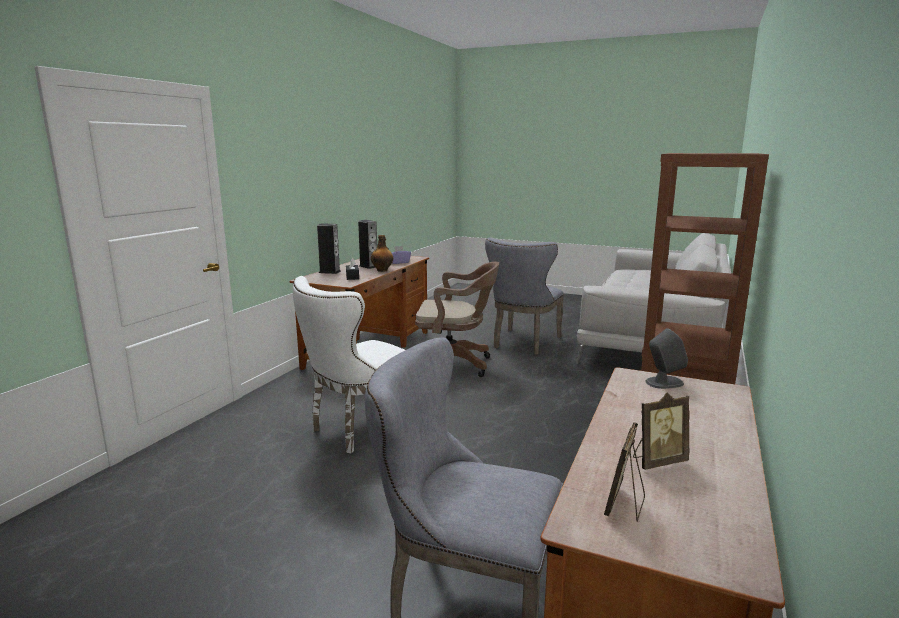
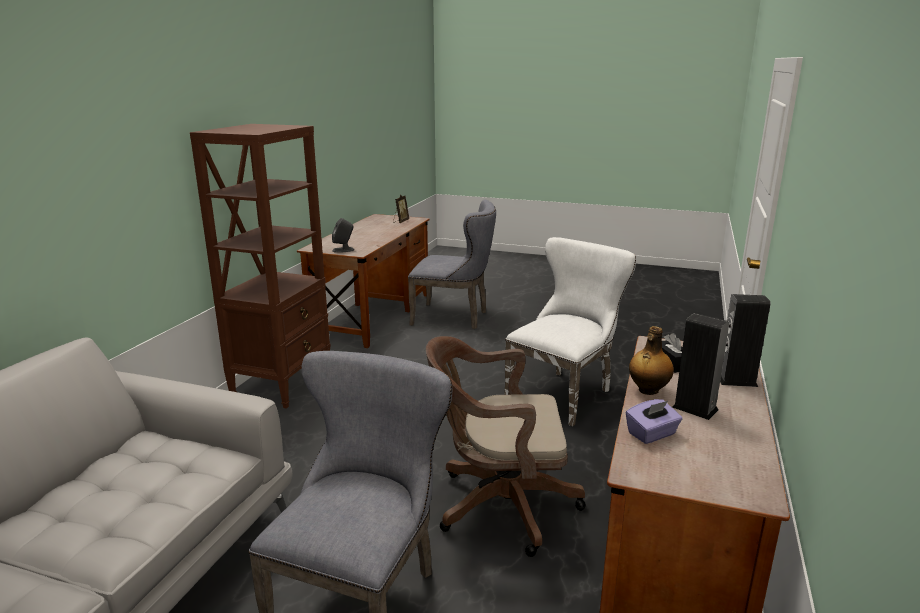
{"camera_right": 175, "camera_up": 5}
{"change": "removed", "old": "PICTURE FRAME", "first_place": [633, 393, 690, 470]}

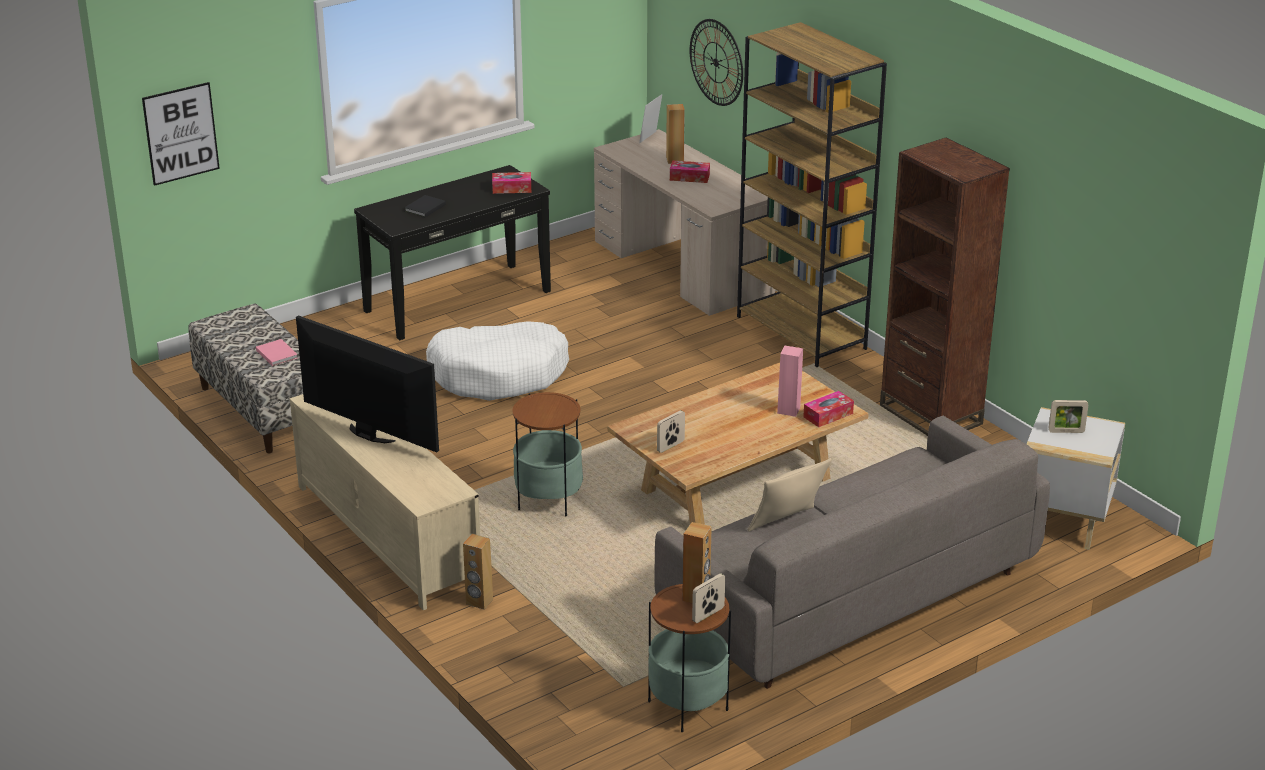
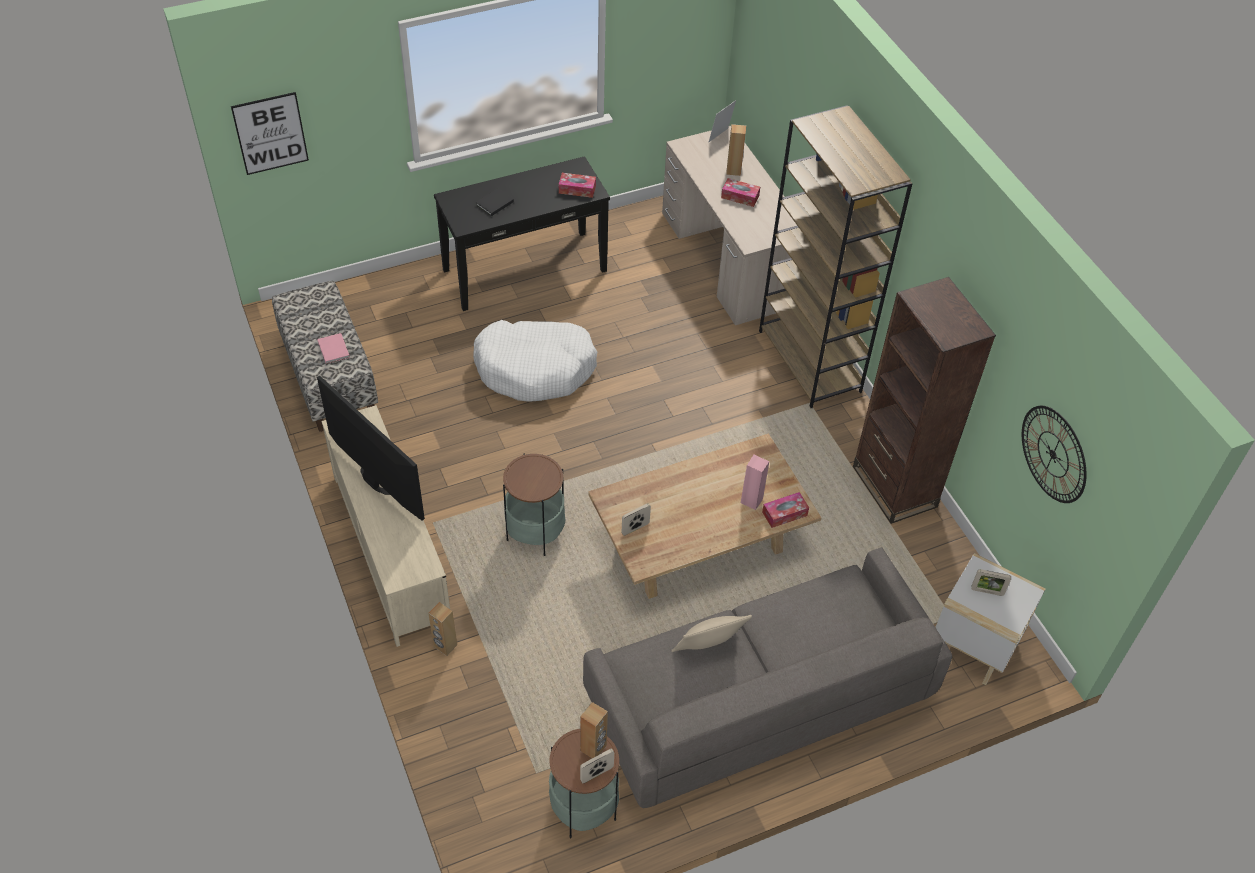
{"camera_right": 10, "camera_up": 20}
{"change": "moved", "old": "WALL CLOCK", "first_place": [690, 19, 743, 106], "second_place": [1022, 406, 1087, 503]}

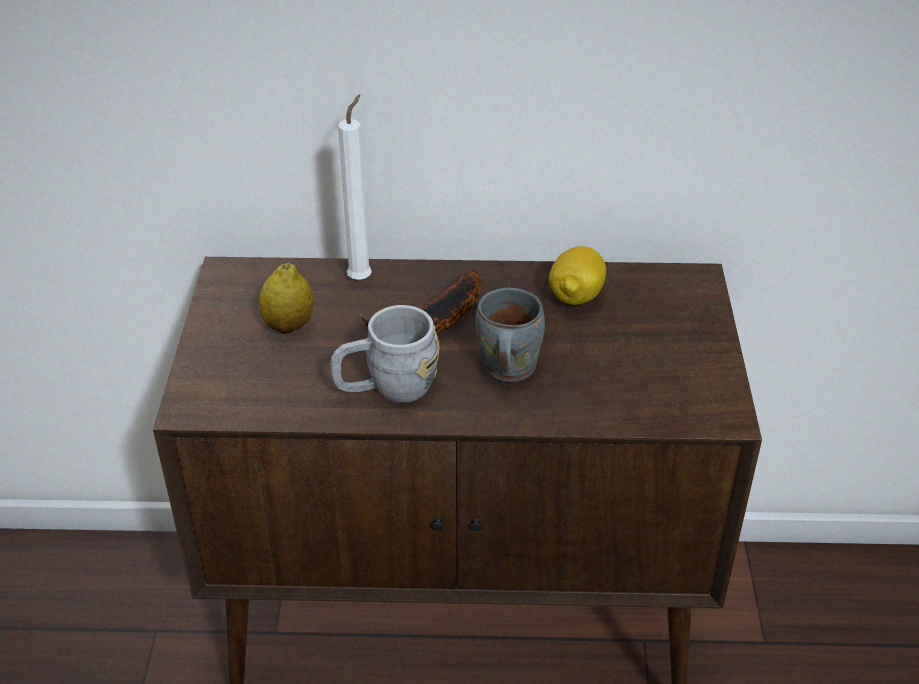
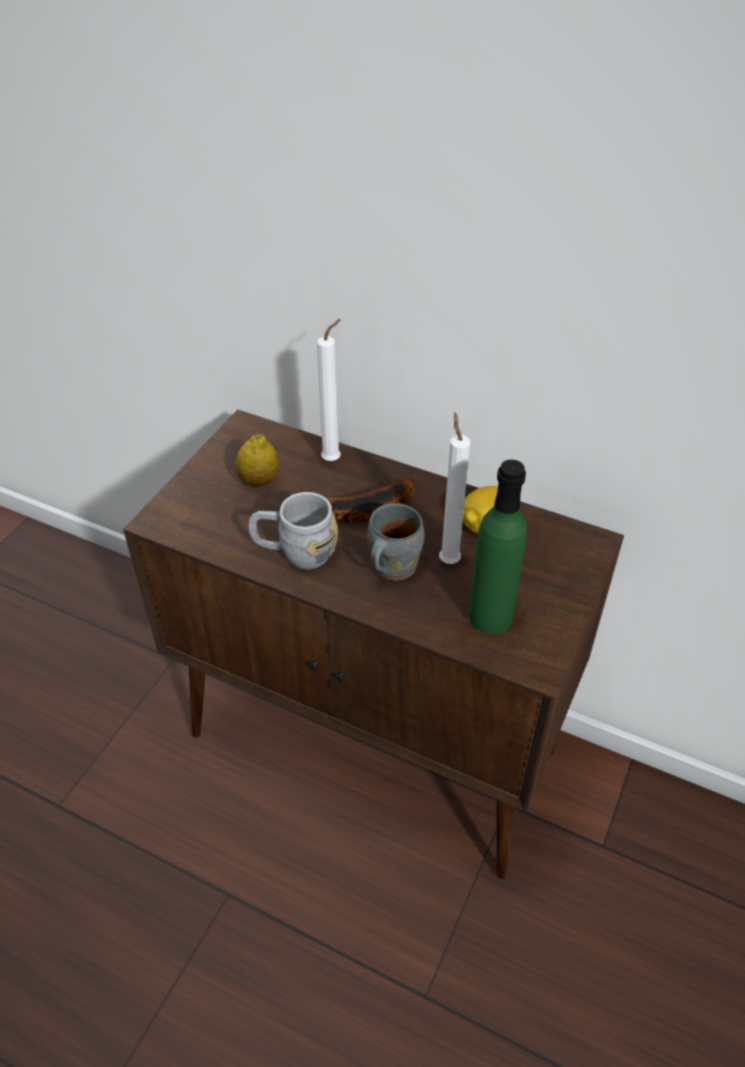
{"camera_right": 25, "camera_up": 5}
{"change": "added", "new": "WHITE CANDLE", "second_place": [439, 412, 470, 564]}
{"change": "added", "new": "GREEN BOTTLE", "second_place": [468, 460, 527, 634]}

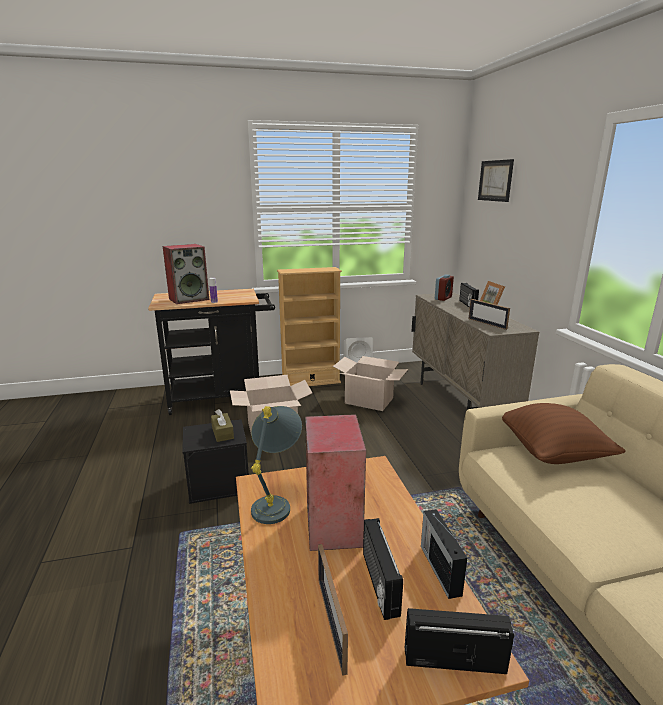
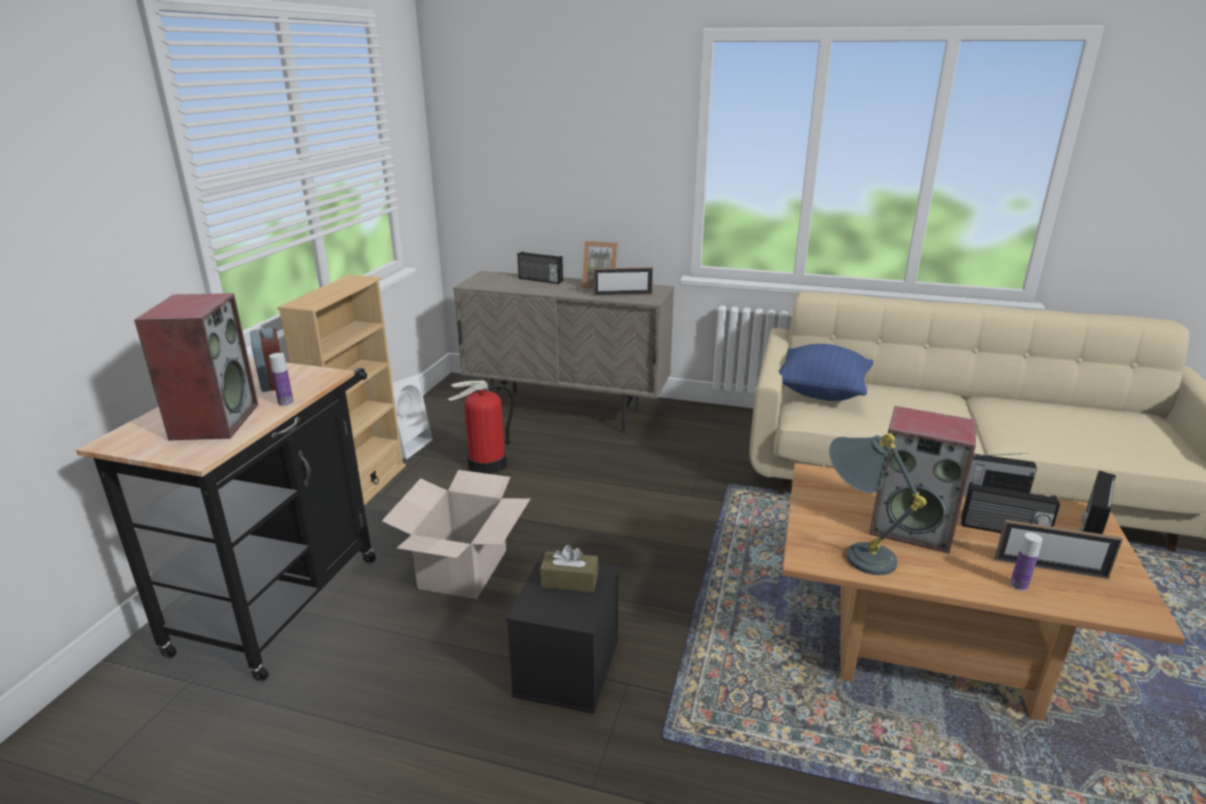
{"camera_right": -60, "camera_up": 5}
{"change": "removed", "old": "PICTURE", "first_place": [478, 159, 514, 202]}
{"change": "moved", "old": "ALARM CLOCK", "first_place": [435, 274, 454, 301], "second_place": [250, 328, 280, 392]}
{"change": "replaced", "old": "CARDBOARD BOX", "new": "FIRE EXTINGUISHER", "first_place": [333, 356, 408, 411], "second_place": [448, 380, 514, 474]}
{"change": "recoloured", "old": "BROWN PILLOW", "new": "BLUE PILLOW", "first_place": [502, 403, 626, 464], "second_place": [779, 344, 874, 401]}
{"change": "added", "new": "BOTTLE", "second_place": [1010, 533, 1043, 591]}

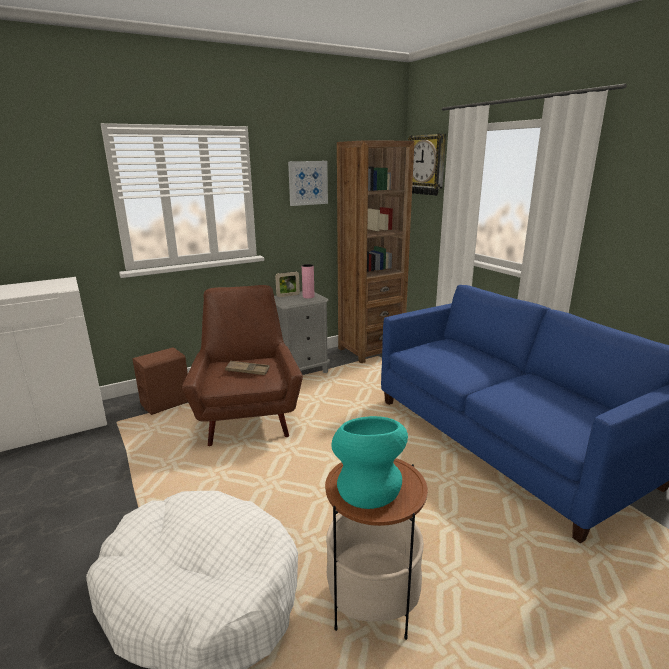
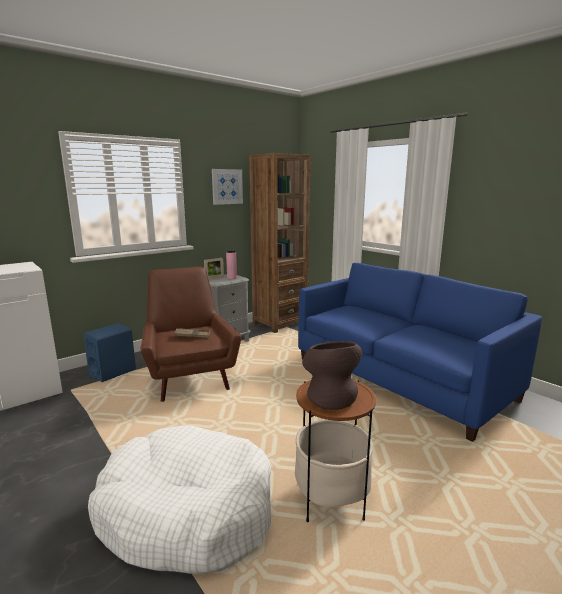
{"camera_right": -10, "camera_up": -5}
{"change": "removed", "old": "WALL CLOCK", "first_place": [408, 134, 446, 196]}
{"change": "recoloured", "old": "BROWN SPEAKER", "new": "BLUE SPEAKER", "first_place": [132, 347, 188, 415], "second_place": [83, 323, 136, 382]}
{"change": "recoloured", "old": "TURQUOISE VASE", "new": "BROWN VASE", "first_place": [331, 416, 408, 509], "second_place": [302, 341, 362, 410]}

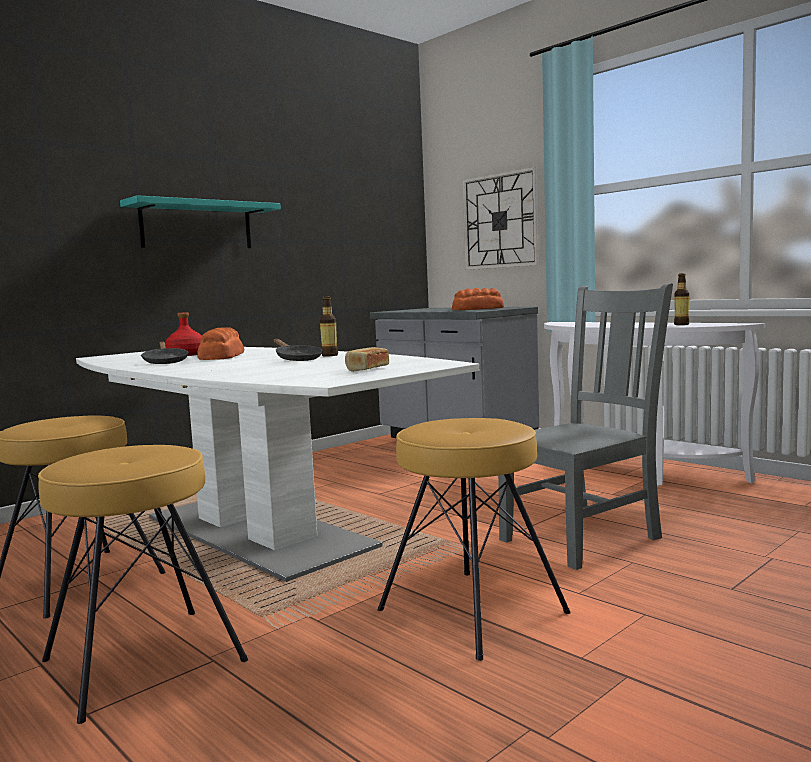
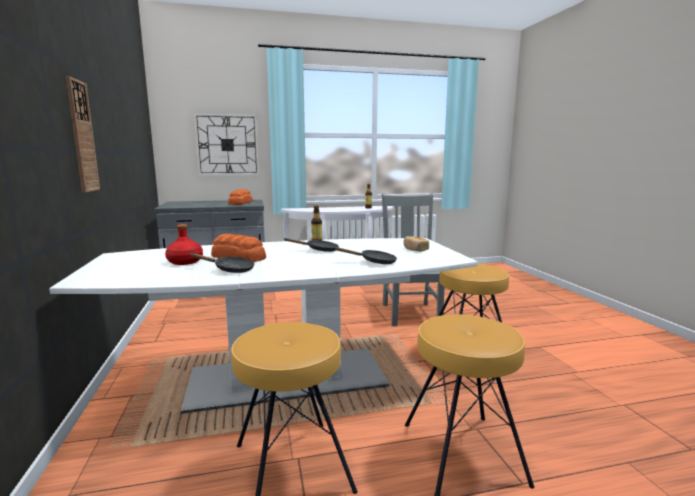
{"camera_right": -60, "camera_up": 5}
{"change": "replaced", "old": "TURQUOISE SHELF", "new": "WALL CLOCK", "first_place": [120, 195, 281, 248], "second_place": [66, 76, 100, 192]}
{"change": "added", "new": "BLACK FRYING PAN", "second_place": [336, 247, 397, 264]}

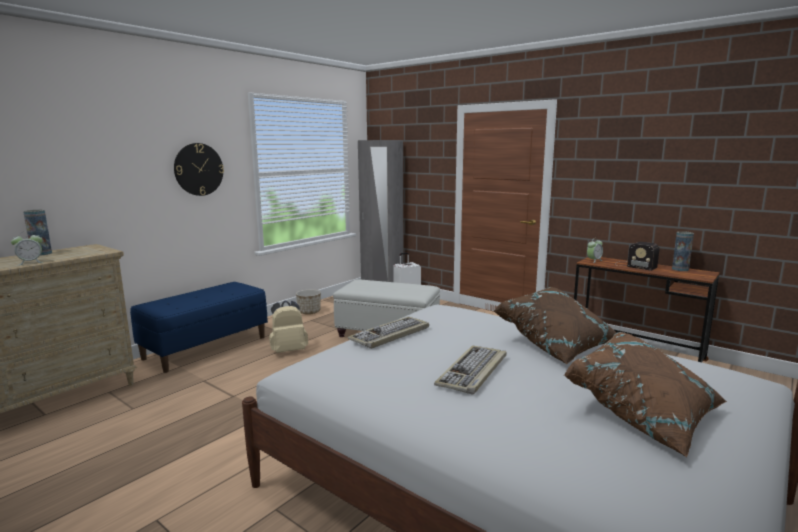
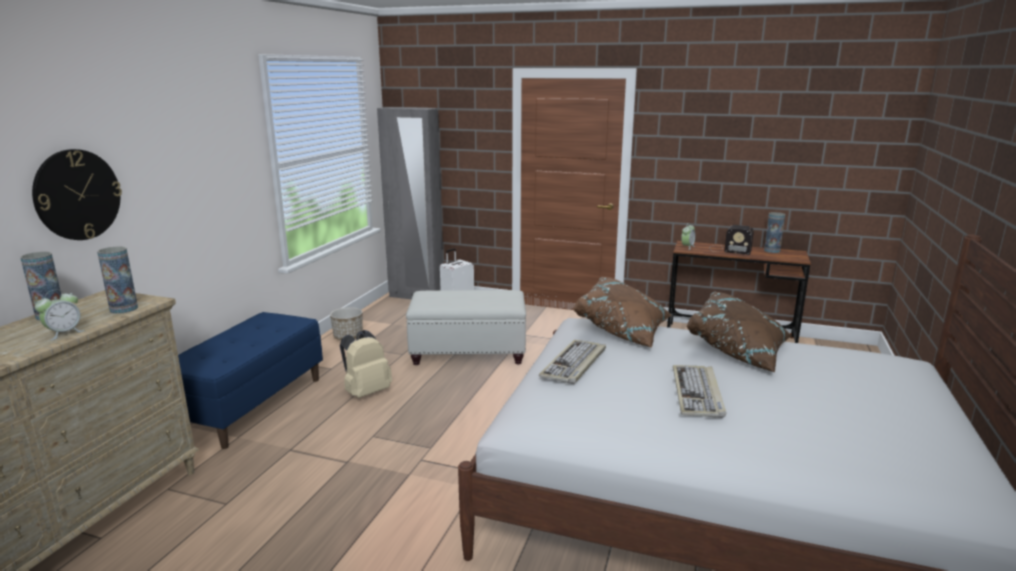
{"camera_right": -20, "camera_up": 5}
{"change": "moved", "old": "WALL CLOCK", "first_place": [174, 143, 224, 196], "second_place": [32, 149, 122, 240]}
{"change": "moved", "old": "BROWN PILLOW", "first_place": [564, 332, 727, 457], "second_place": [573, 277, 672, 348]}
{"change": "added", "new": "VASE", "second_place": [97, 246, 138, 314]}

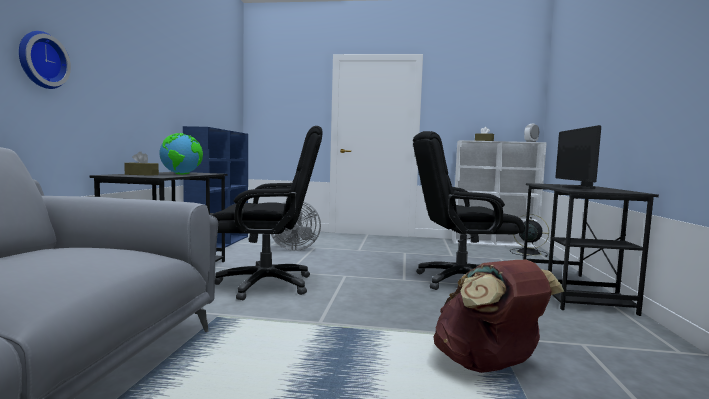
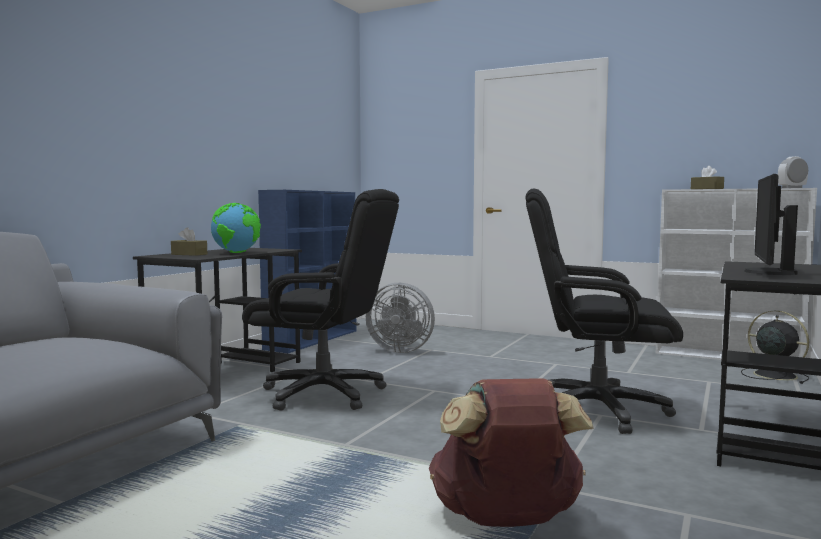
{"camera_right": 20, "camera_up": 0}
{"change": "removed", "old": "WALL CLOCK", "first_place": [19, 31, 71, 89]}

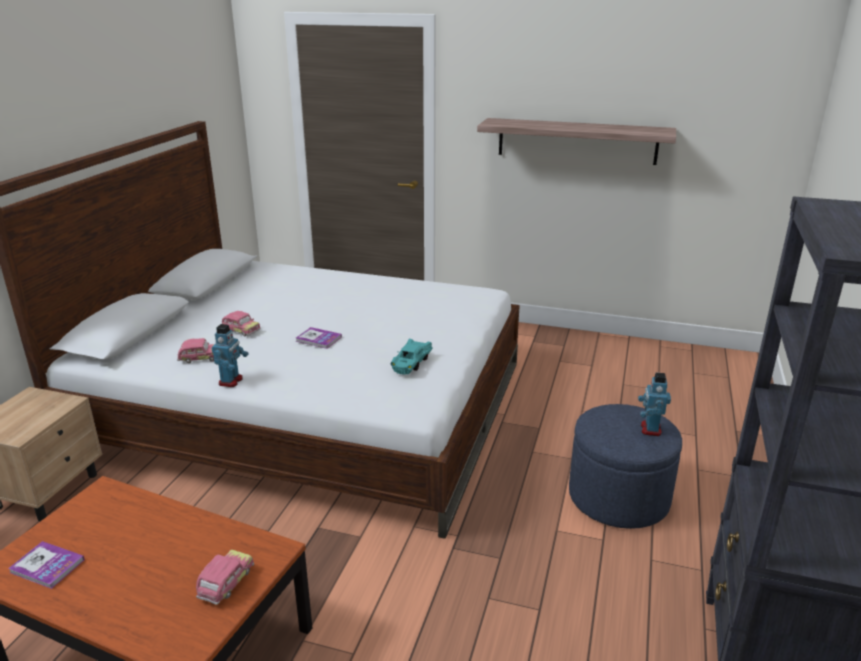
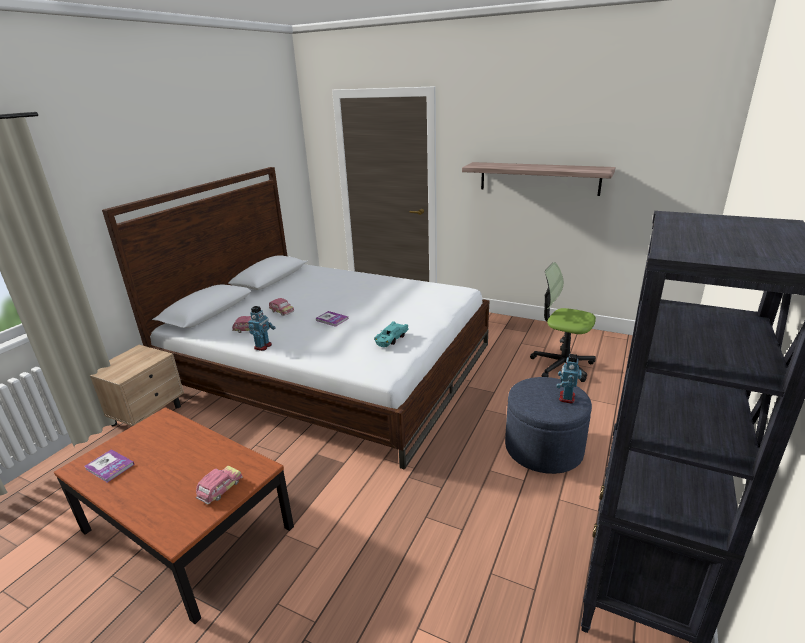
{"camera_right": 10, "camera_up": 0}
{"change": "added", "new": "OFFICE CHAIR", "second_place": [530, 262, 596, 382]}

